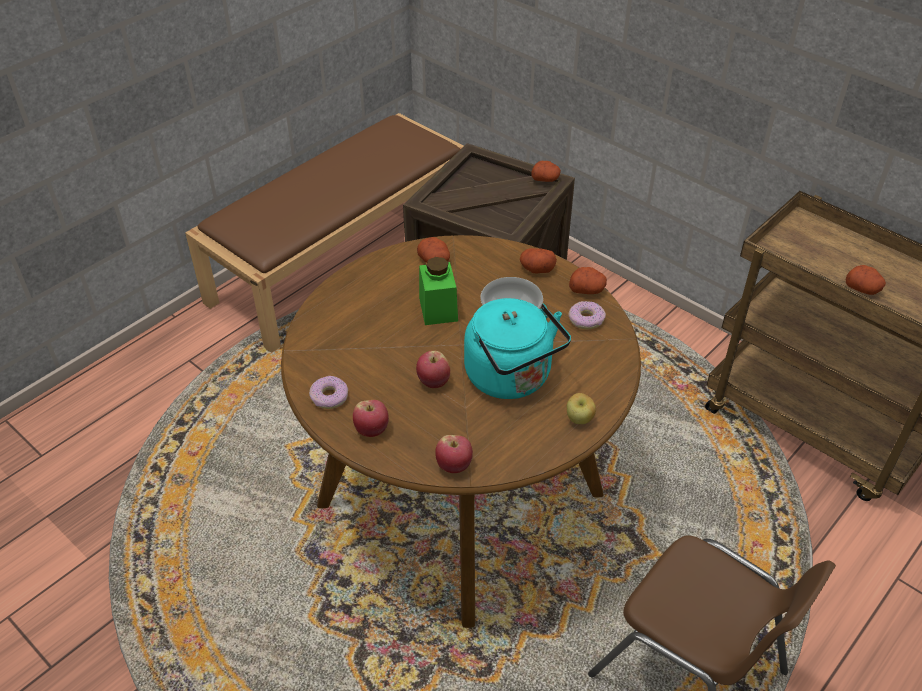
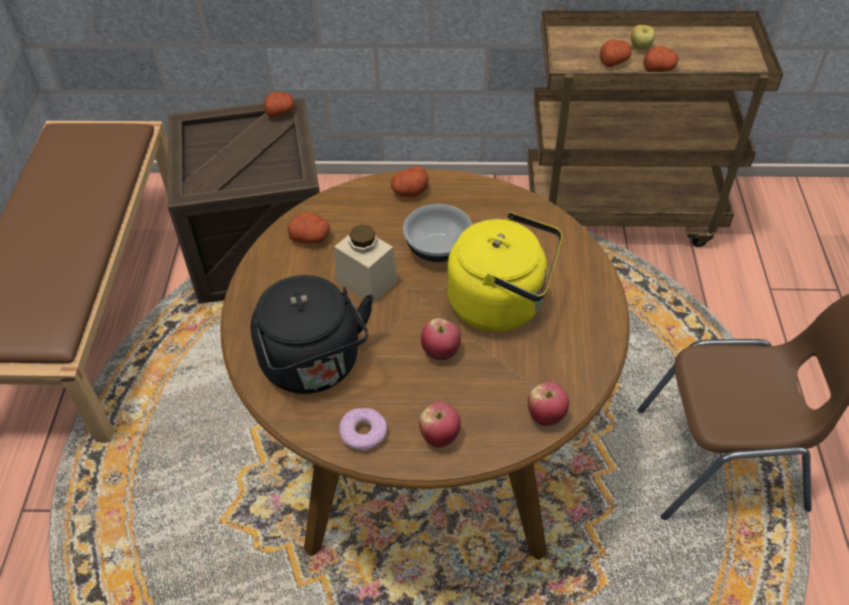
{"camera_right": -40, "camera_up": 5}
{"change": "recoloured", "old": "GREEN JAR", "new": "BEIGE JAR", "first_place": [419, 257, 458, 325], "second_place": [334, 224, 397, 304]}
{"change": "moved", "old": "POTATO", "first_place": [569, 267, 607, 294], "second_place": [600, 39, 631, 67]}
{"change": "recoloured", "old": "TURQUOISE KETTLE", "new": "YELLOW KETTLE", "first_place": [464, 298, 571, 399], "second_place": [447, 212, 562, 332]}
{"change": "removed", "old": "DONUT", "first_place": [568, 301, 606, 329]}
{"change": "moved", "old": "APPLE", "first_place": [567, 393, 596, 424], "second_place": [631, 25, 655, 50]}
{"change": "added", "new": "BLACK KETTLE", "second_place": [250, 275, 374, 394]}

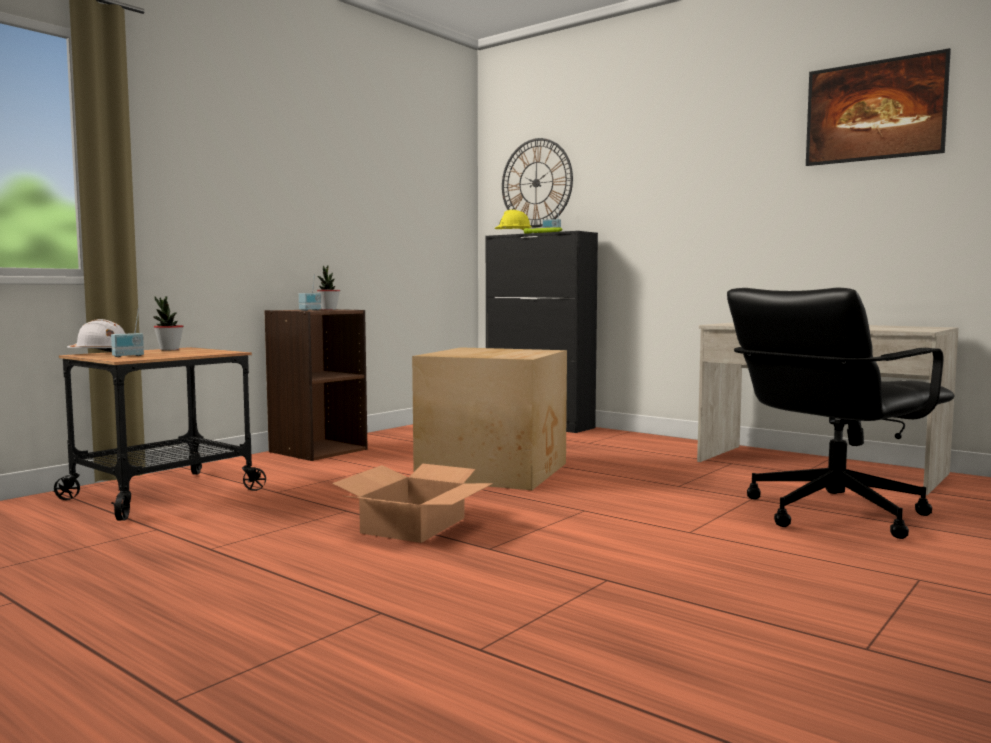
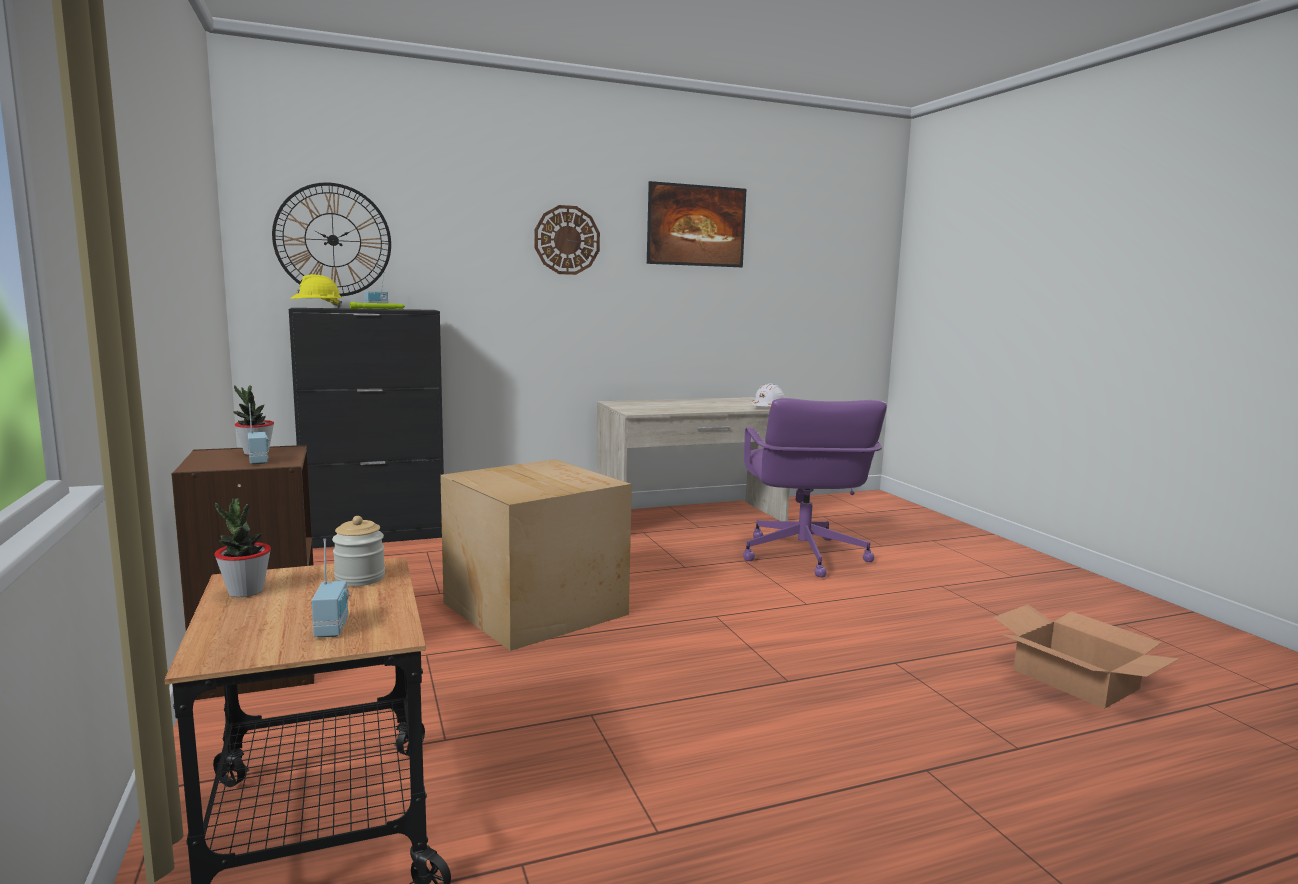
{"camera_right": -60, "camera_up": 5}
{"change": "recoloured", "old": "BLACK OFFICE CHAIR", "new": "PURPLE OFFICE CHAIR", "first_place": [727, 288, 955, 539], "second_place": [743, 398, 887, 578]}
{"change": "moved", "old": "WHITE HARD HAT", "first_place": [67, 319, 125, 352], "second_place": [750, 383, 785, 406]}
{"change": "moved", "old": "CARDBOARD BOX", "first_place": [332, 463, 493, 543], "second_place": [993, 605, 1180, 709]}
{"change": "added", "new": "WALL CLOCK", "second_place": [535, 205, 600, 275]}
{"change": "added", "new": "JAR", "second_place": [332, 516, 385, 586]}

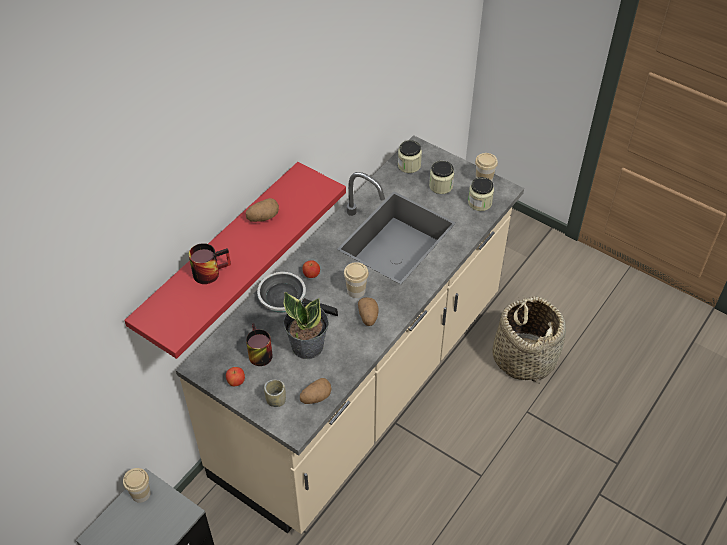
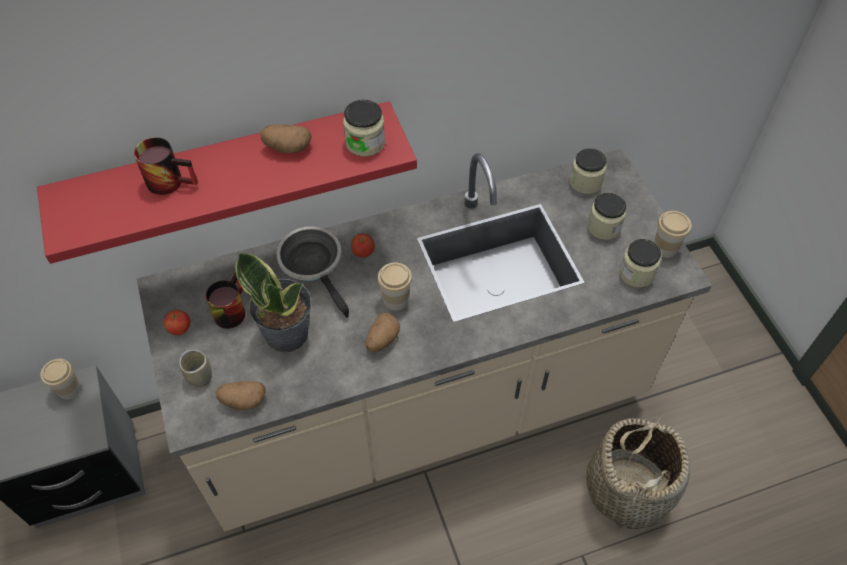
{"camera_right": 35, "camera_up": 5}
{"change": "added", "new": "JAR", "second_place": [343, 100, 385, 157]}

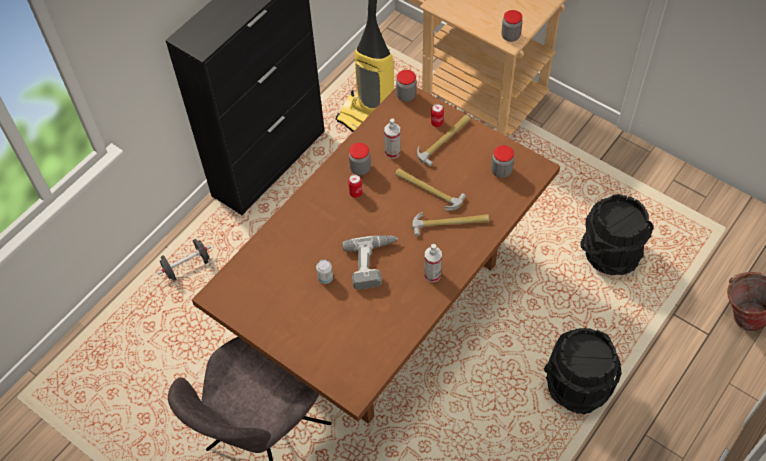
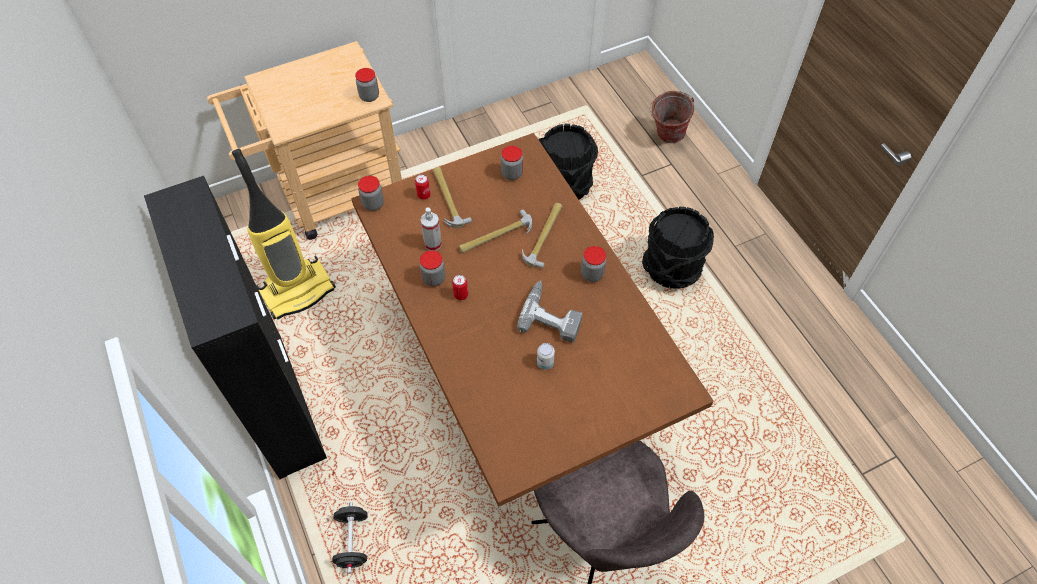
{"camera_right": -65, "camera_up": 0}
{"change": "replaced", "old": "SPRAY BOTTLE", "new": "JAR", "first_place": [424, 244, 442, 282], "second_place": [581, 246, 606, 282]}

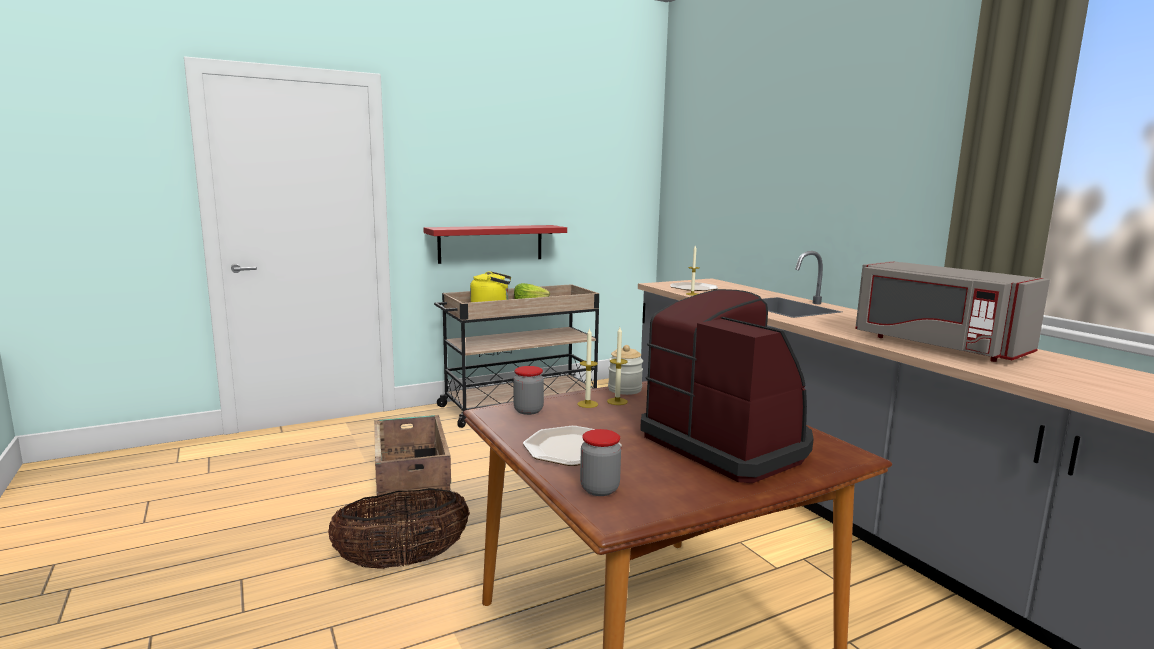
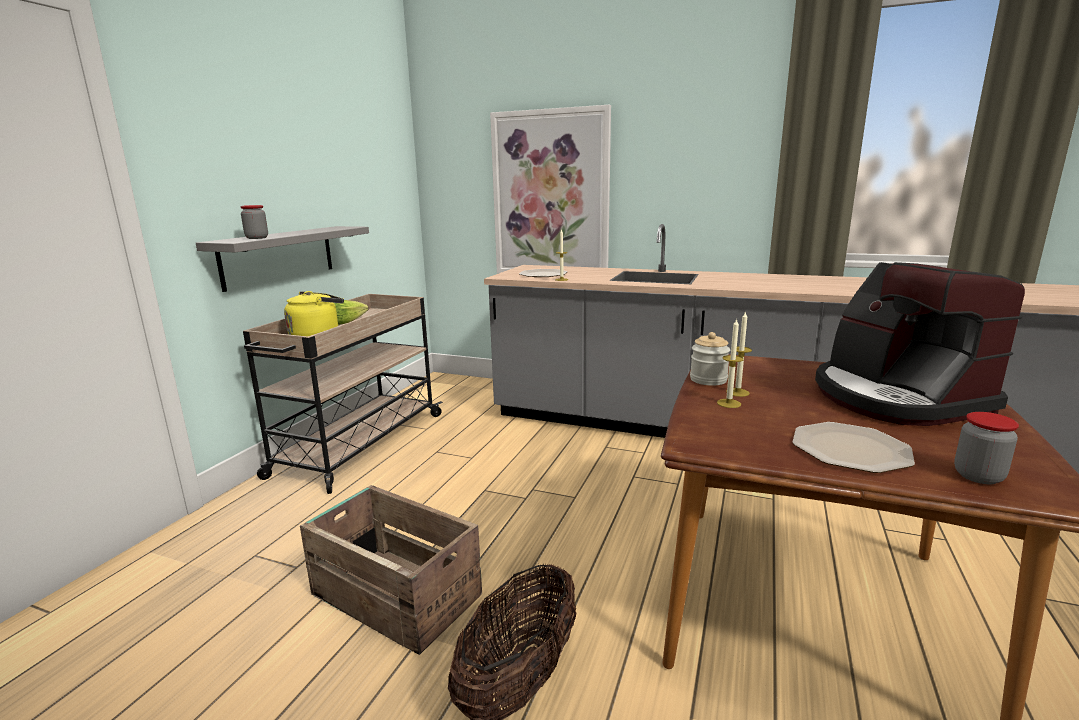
{"camera_right": -40, "camera_up": 5}
{"change": "recoloured", "old": "RED SHELF", "new": "GREY SHELF", "first_place": [424, 225, 567, 264], "second_place": [196, 226, 369, 292]}
{"change": "removed", "old": "GREY MICROWAVE", "first_place": [855, 261, 1050, 362]}
{"change": "turned", "old": "COFFEE MACHINE", "first_place": [640, 289, 814, 483], "second_place": [815, 262, 1025, 426], "degrees": -120}
{"change": "moved", "old": "JAR", "first_place": [513, 366, 544, 415], "second_place": [241, 205, 268, 239]}
{"change": "added", "new": "PICTURE", "second_place": [490, 105, 611, 273]}

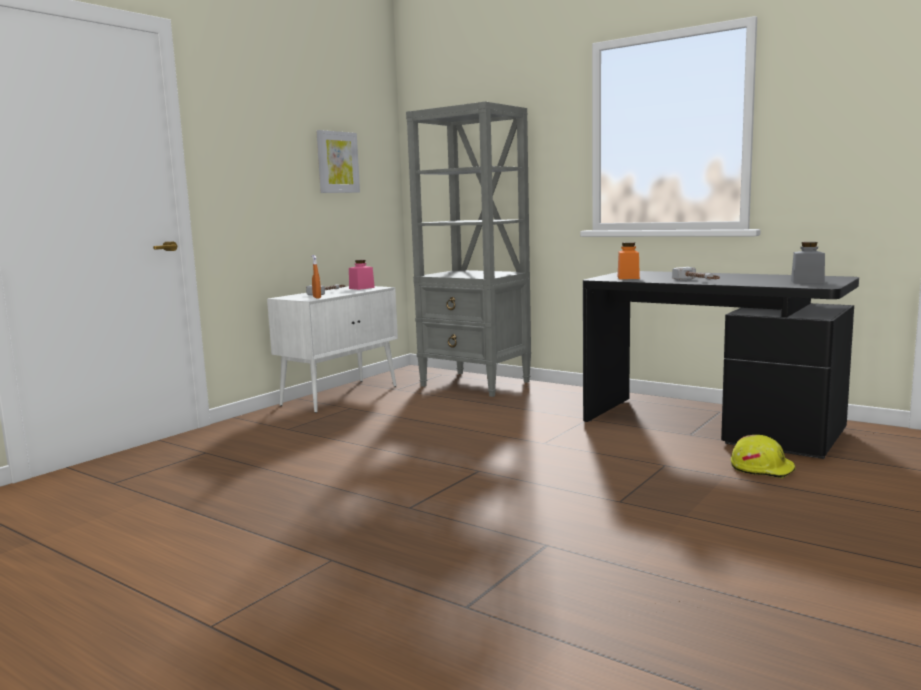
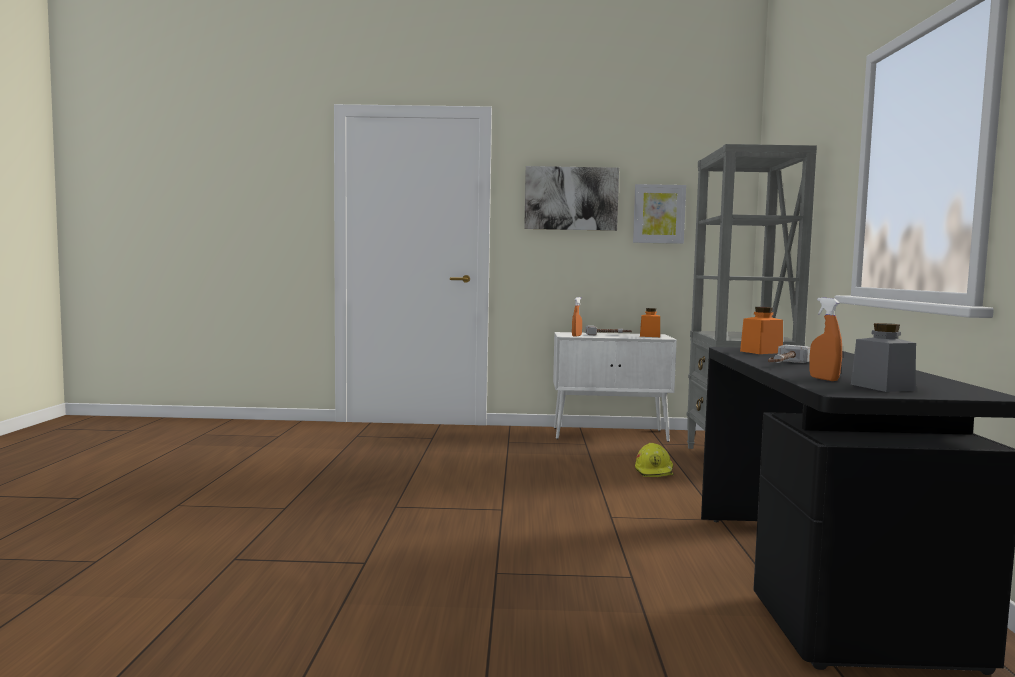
{"camera_right": 55, "camera_up": -5}
{"change": "recoloured", "old": "PINK JAR", "new": "ORANGE JAR", "first_place": [349, 260, 375, 290], "second_place": [640, 308, 660, 337]}
{"change": "moved", "old": "YELLOW HARD HAT", "first_place": [731, 435, 795, 478], "second_place": [635, 443, 674, 477]}
{"change": "added", "new": "PICTURE", "second_place": [524, 166, 619, 231]}
{"change": "added", "new": "ORANGE SPRAY BOTTLE", "second_place": [810, 297, 842, 381]}

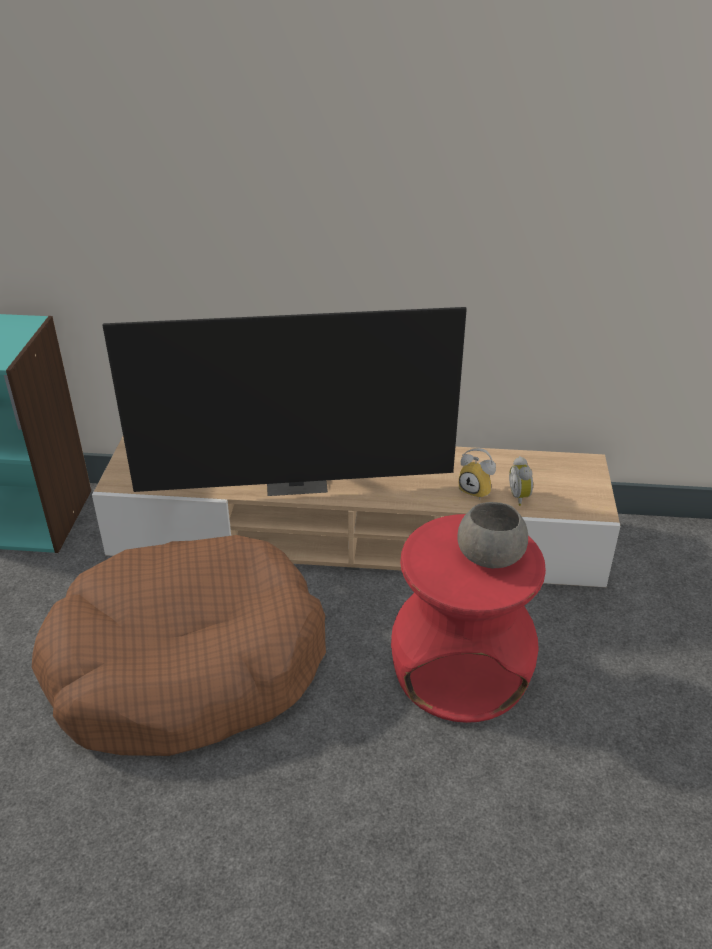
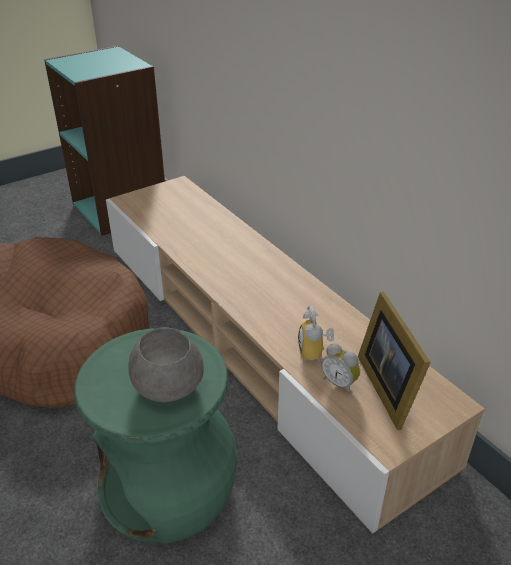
{"camera_right": 50, "camera_up": 0}
{"change": "removed", "old": "TELEVISION", "first_place": [102, 307, 467, 496]}
{"change": "turned", "old": "ALARM CLOCK", "first_place": [509, 456, 533, 506], "second_place": [322, 343, 360, 394], "degrees": -90}
{"change": "recoloured", "old": "RED STOOL", "new": "GREEN STOOL", "first_place": [391, 514, 546, 723], "second_place": [74, 328, 237, 544]}
{"change": "added", "new": "PICTURE FRAME", "second_place": [358, 292, 431, 430]}

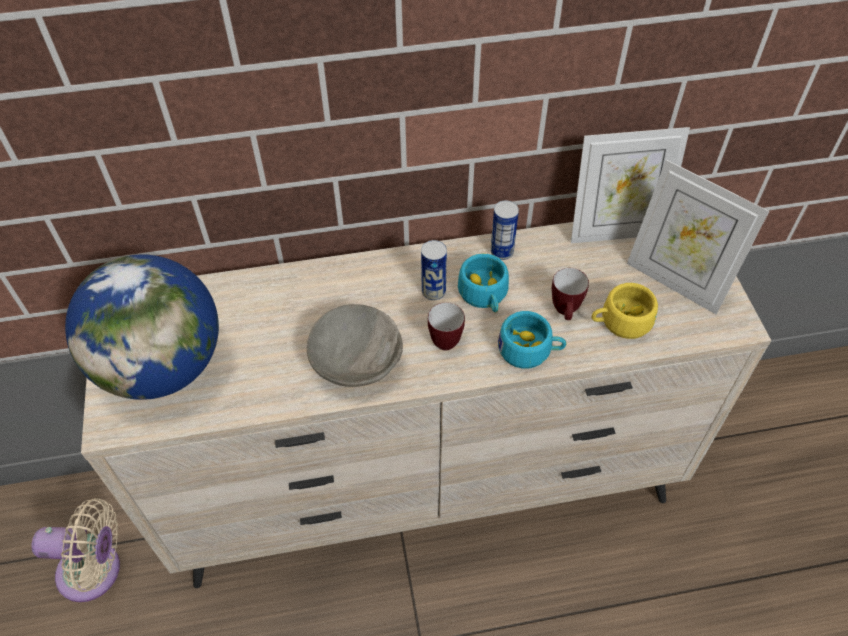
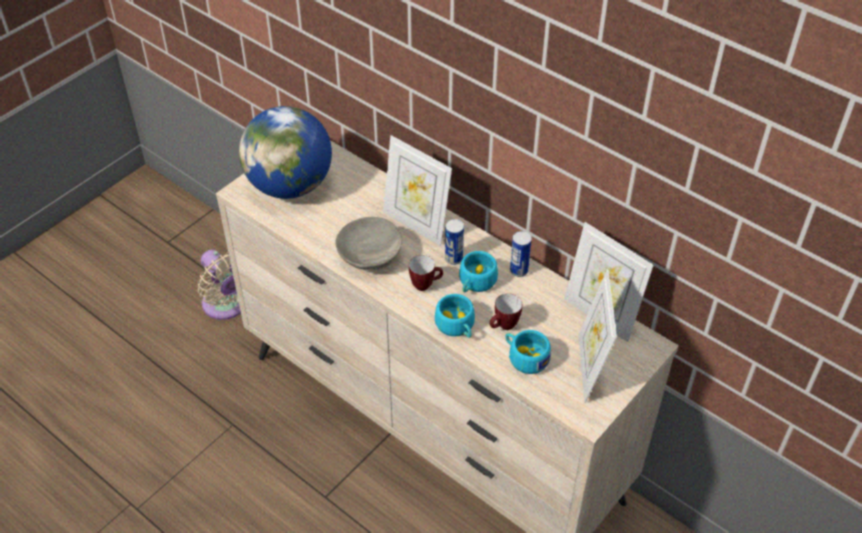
{"camera_right": 50, "camera_up": -5}
{"change": "recoloured", "old": "YELLOW CUP", "new": "TURQUOISE CUP", "first_place": [591, 283, 658, 339], "second_place": [505, 330, 551, 374]}
{"change": "added", "new": "PICTURE FRAME", "second_place": [383, 135, 452, 246]}

